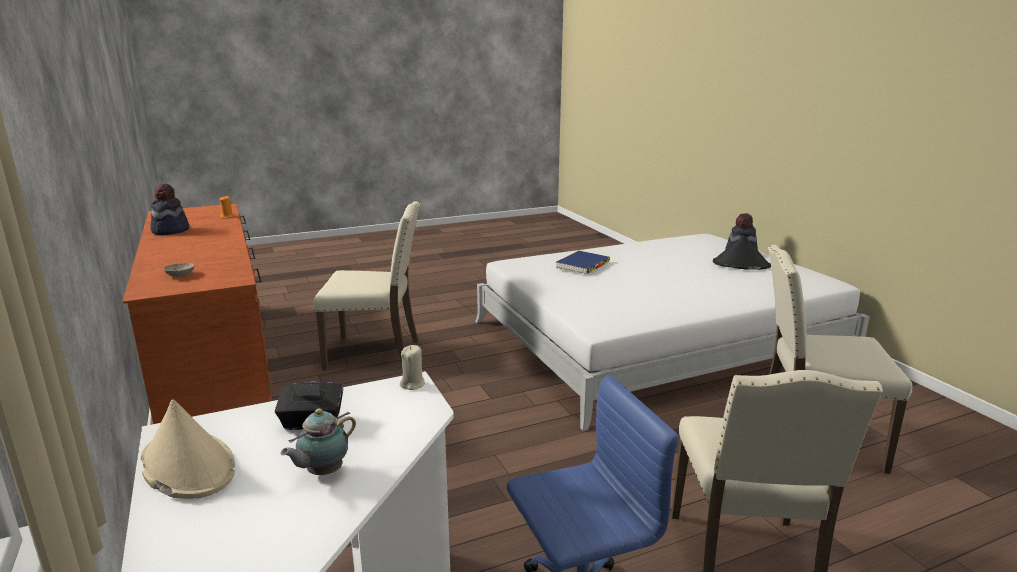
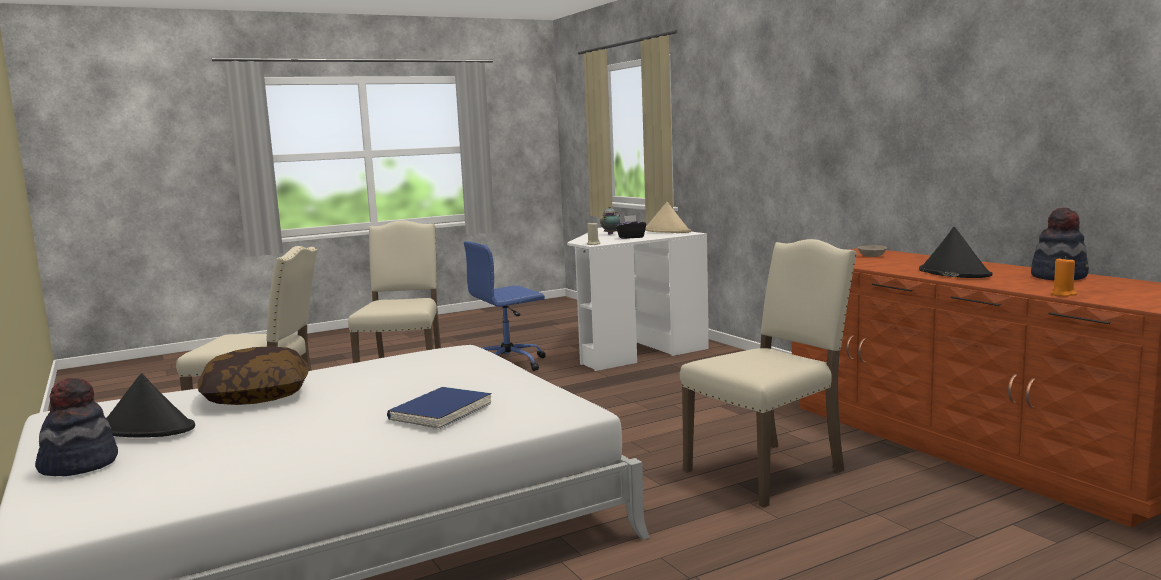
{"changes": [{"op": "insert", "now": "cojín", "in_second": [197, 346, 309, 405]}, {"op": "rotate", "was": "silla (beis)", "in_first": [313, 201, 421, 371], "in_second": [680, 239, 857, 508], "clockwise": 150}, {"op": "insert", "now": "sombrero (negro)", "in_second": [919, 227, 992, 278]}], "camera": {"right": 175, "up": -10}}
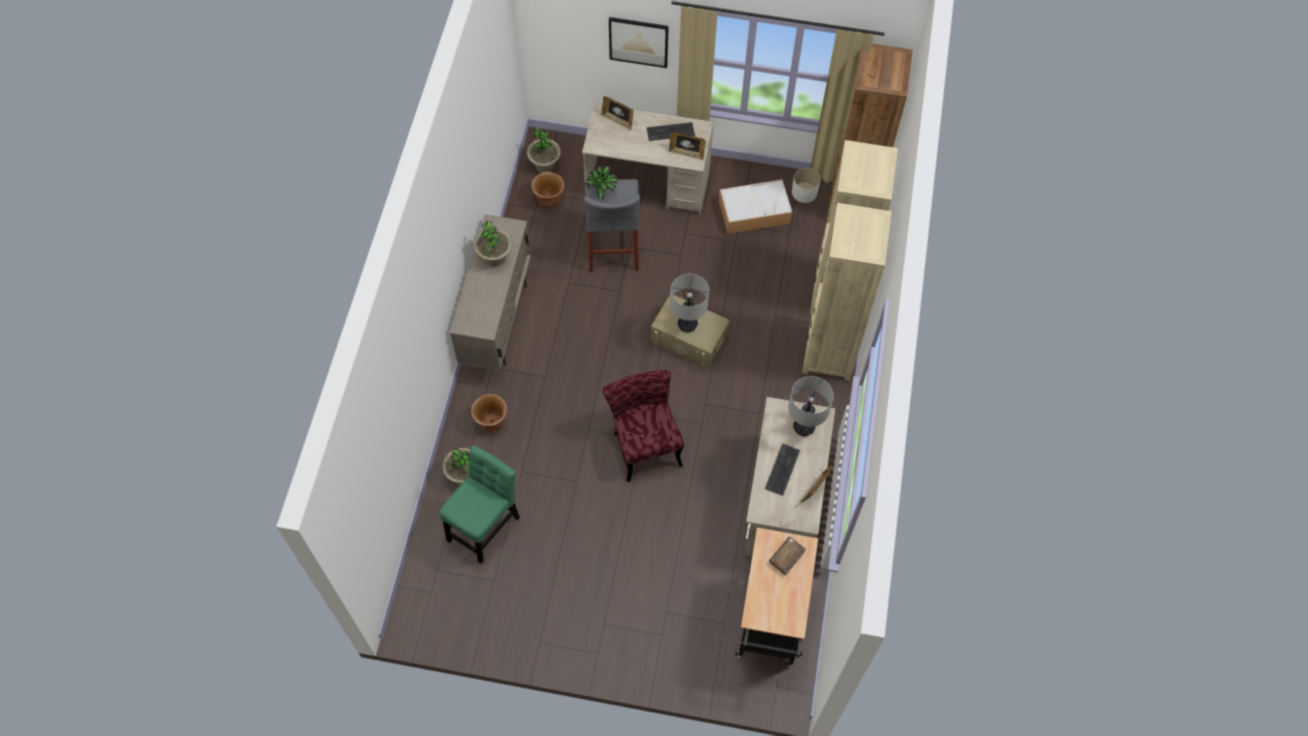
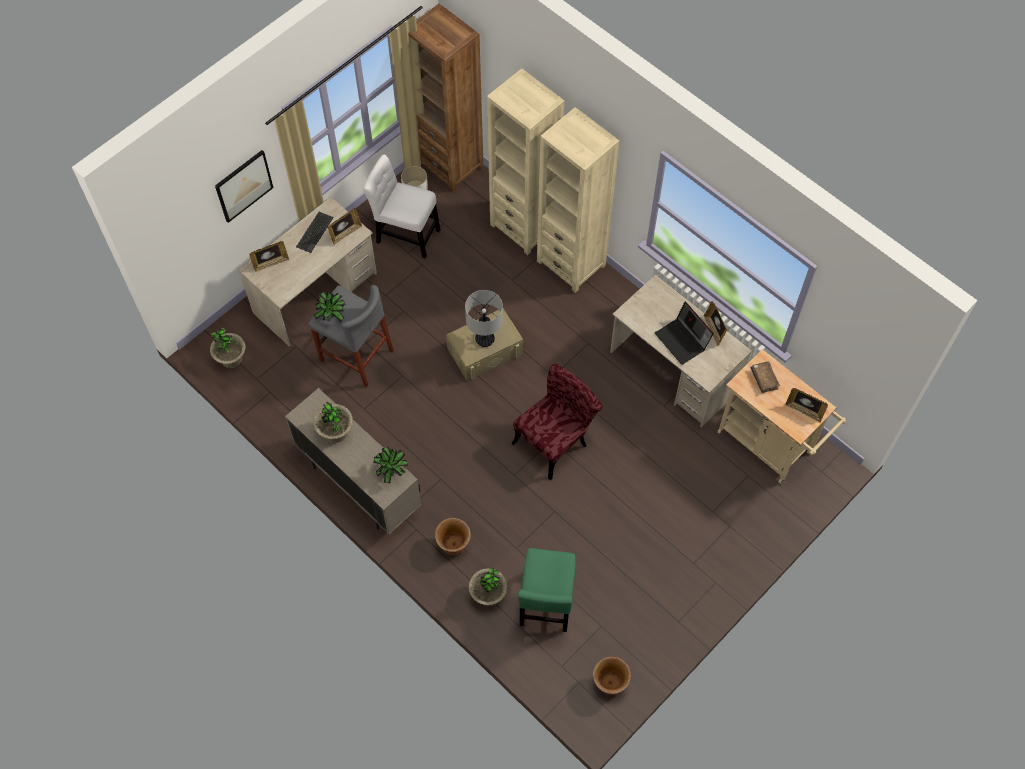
{"changes": [{"op": "replace", "was": "caja de almacenaje", "now": "silla (blanco)", "in_first": [719, 179, 792, 234], "in_second": [363, 154, 440, 259]}, {"op": "insert", "now": "planta en maceta", "in_second": [373, 447, 408, 483]}, {"op": "rotate", "was": "silla (rojo)", "in_first": [602, 370, 684, 482], "in_second": [511, 364, 603, 480], "clockwise": 120}, {"op": "rotate", "was": "silla (verde)", "in_first": [440, 446, 520, 564], "in_second": [517, 548, 576, 632], "clockwise": -150}, {"op": "move", "was": "maceta (marrón)", "in_first": [531, 172, 564, 208], "in_second": [593, 656, 631, 695]}, {"op": "replace", "was": "teclado", "now": "portátil", "in_first": [765, 443, 800, 496], "in_second": [655, 302, 713, 365]}, {"op": "recolor", "was": "carrito (negro)", "now": "carrito (beis)", "in_first": [735, 528, 818, 667], "in_second": [717, 349, 846, 483]}, {"op": "insert", "now": "portarretratos", "in_second": [786, 388, 828, 422]}, {"op": "delete", "was": "lámpara de mesa", "in_first": [788, 376, 834, 437]}], "camera": {"right": -55, "up": 0}}
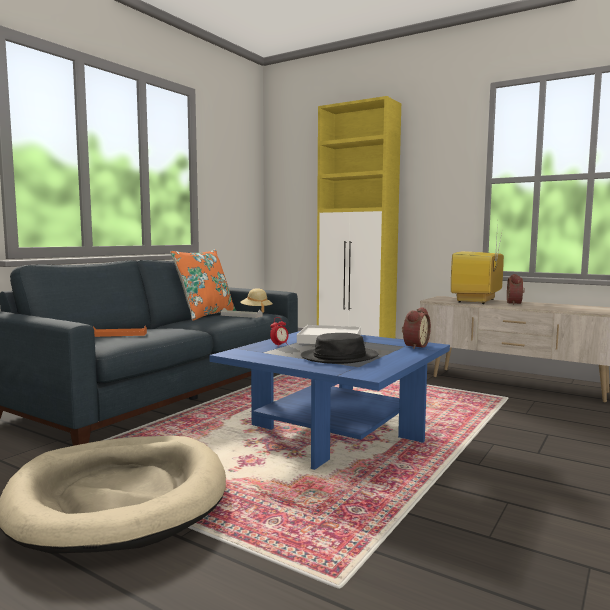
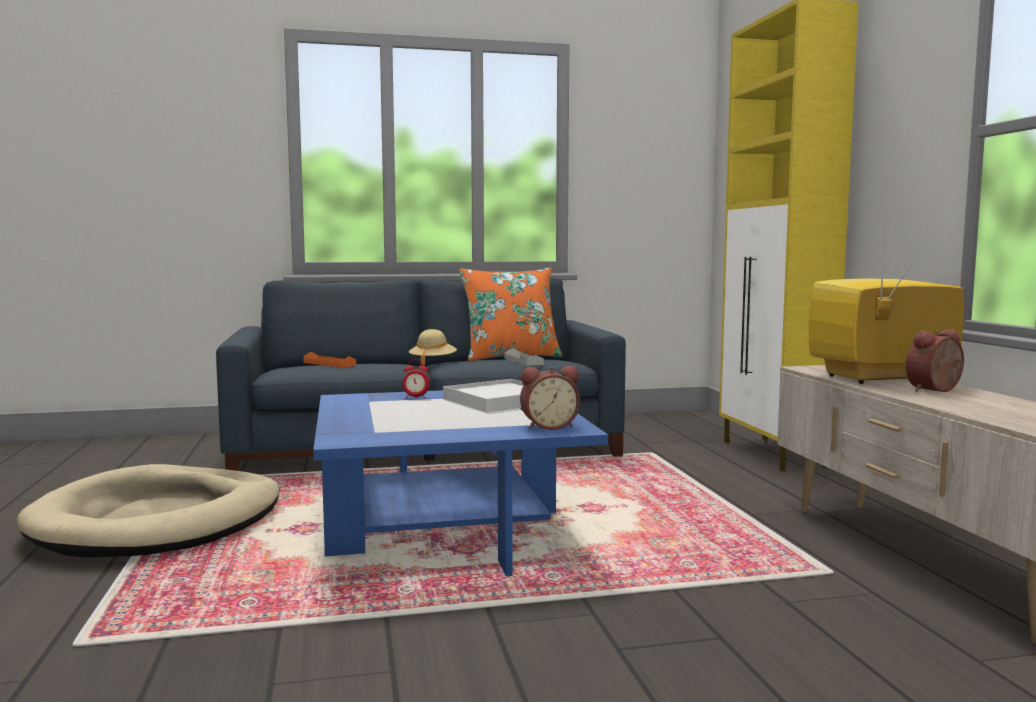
{"changes": [{"op": "move", "was": "sombrero (beis)", "in_first": [240, 288, 273, 313], "in_second": [409, 329, 457, 366]}, {"op": "delete", "was": "sombrero (negro)", "in_first": [301, 333, 378, 364]}], "camera": {"right": 45, "up": 0}}
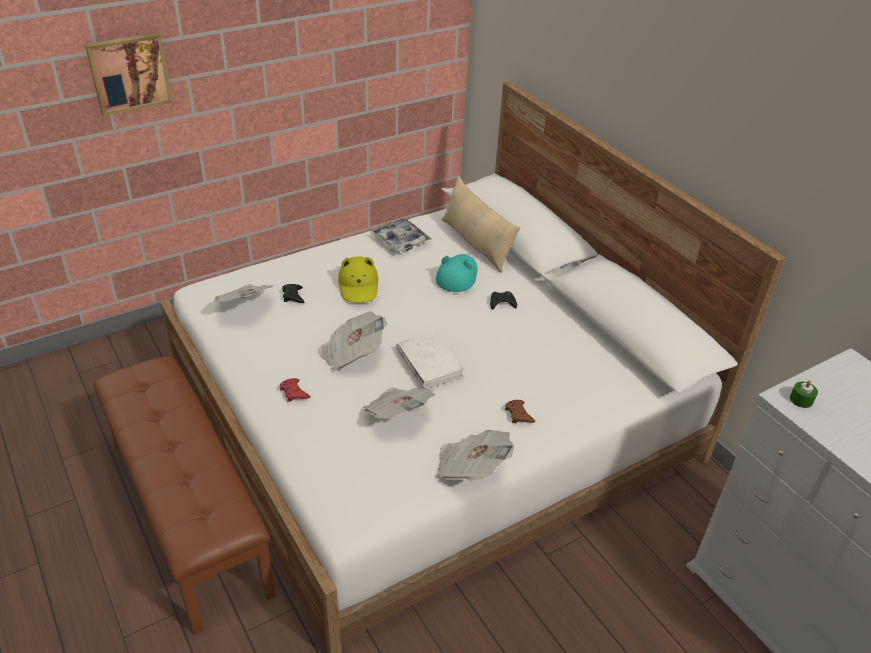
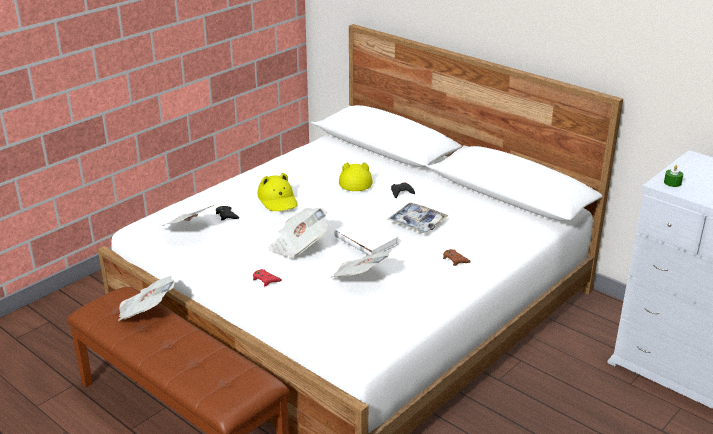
{"changes": [{"op": "move", "was": "periódico", "in_first": [437, 430, 514, 481], "in_second": [118, 276, 175, 321]}, {"op": "recolor", "was": "sombrero (turquesa)", "now": "sombrero (amarillo)", "in_first": [436, 254, 478, 292], "in_second": [339, 162, 373, 191]}, {"op": "move", "was": "bandeja", "in_first": [370, 218, 431, 253], "in_second": [387, 203, 449, 233]}, {"op": "delete", "was": "cuadro", "in_first": [85, 32, 173, 116]}, {"op": "delete", "was": "cojín (beis)", "in_first": [442, 176, 520, 273]}], "camera": {"right": -15, "up": -10}}
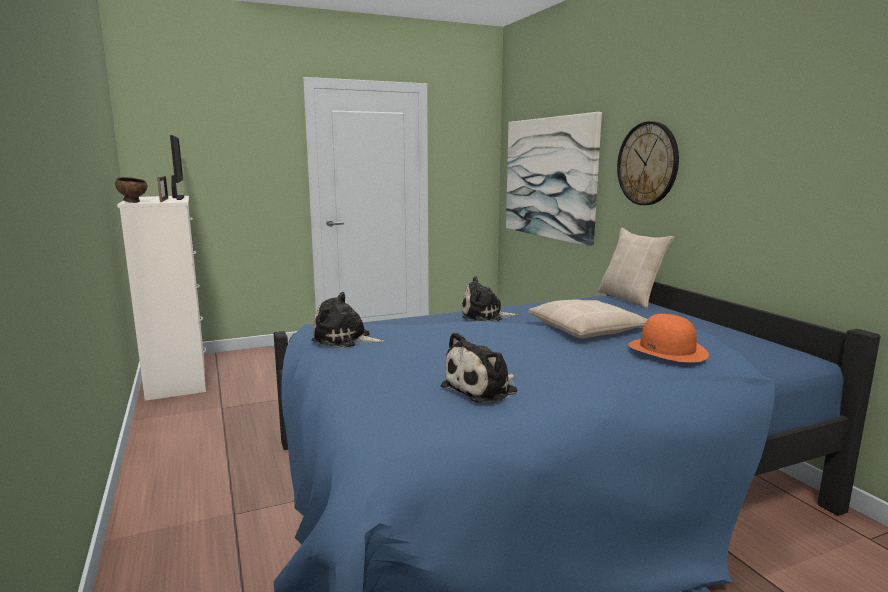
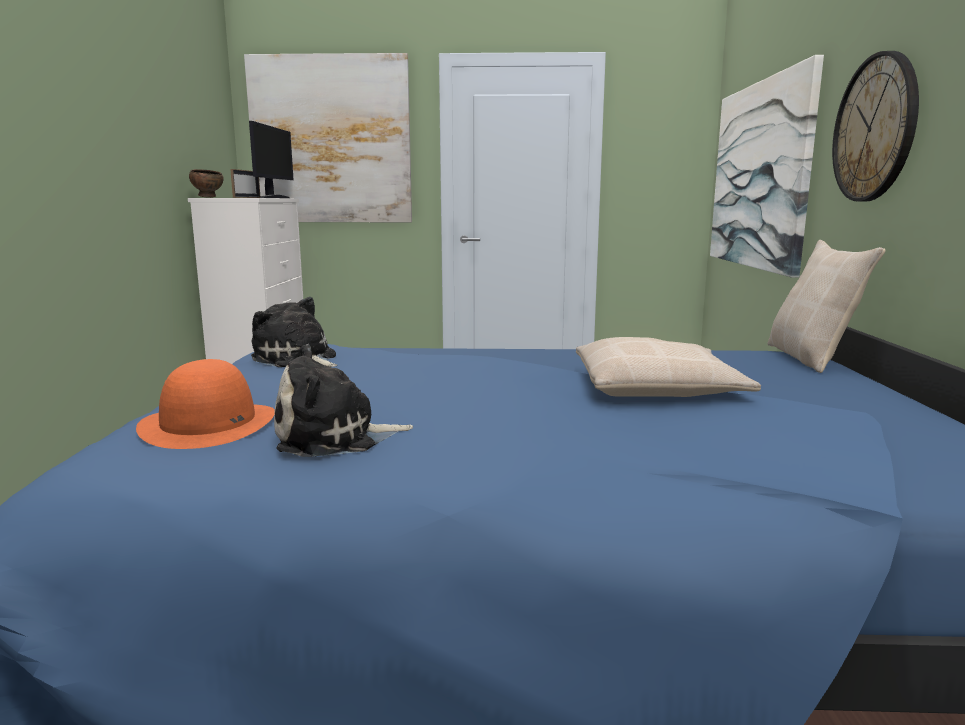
{"changes": [{"op": "move", "was": "sombrero (naranja)", "in_first": [628, 314, 709, 363], "in_second": [136, 359, 275, 449]}, {"op": "insert", "now": "cuadro", "in_second": [244, 53, 412, 222]}, {"op": "delete", "was": "peluche", "in_first": [462, 276, 518, 321]}], "camera": {"right": 25, "up": 0}}
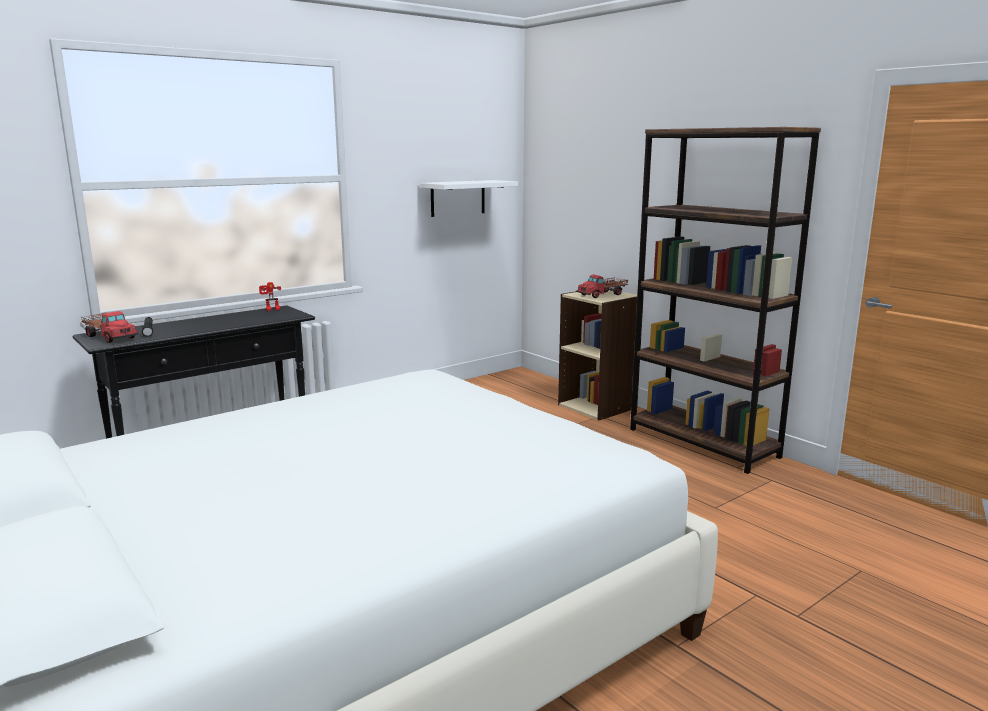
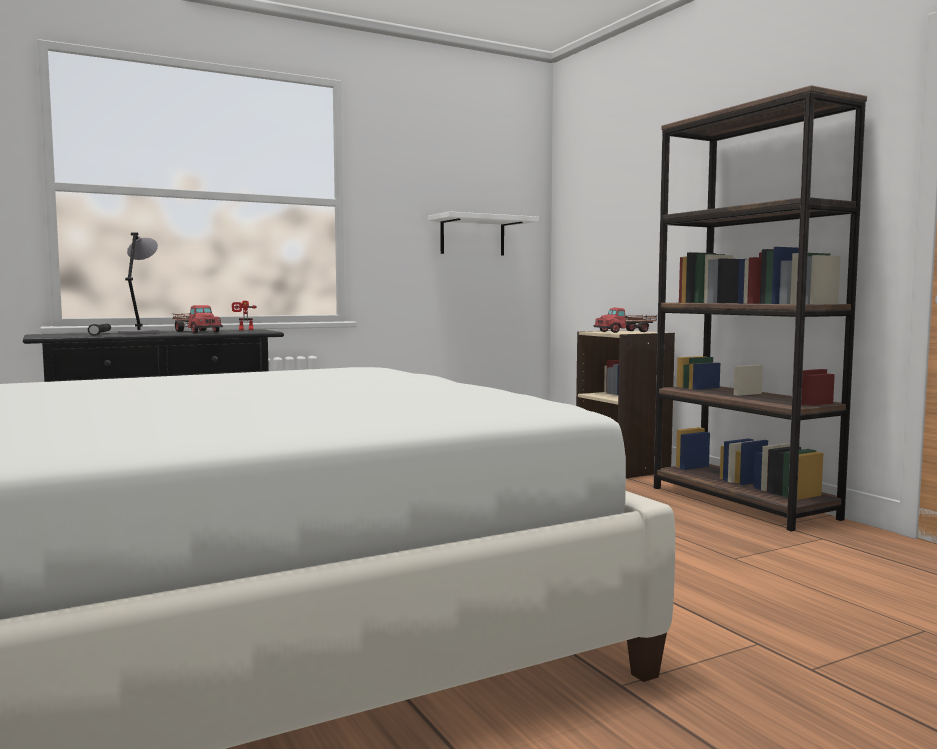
{"changes": [{"op": "insert", "now": "lámpara de mesa (gris)", "in_second": [118, 232, 159, 334]}, {"op": "move", "was": "camión de juguete", "in_first": [81, 311, 139, 343], "in_second": [172, 305, 223, 333]}], "camera": {"right": 10, "up": -10}}
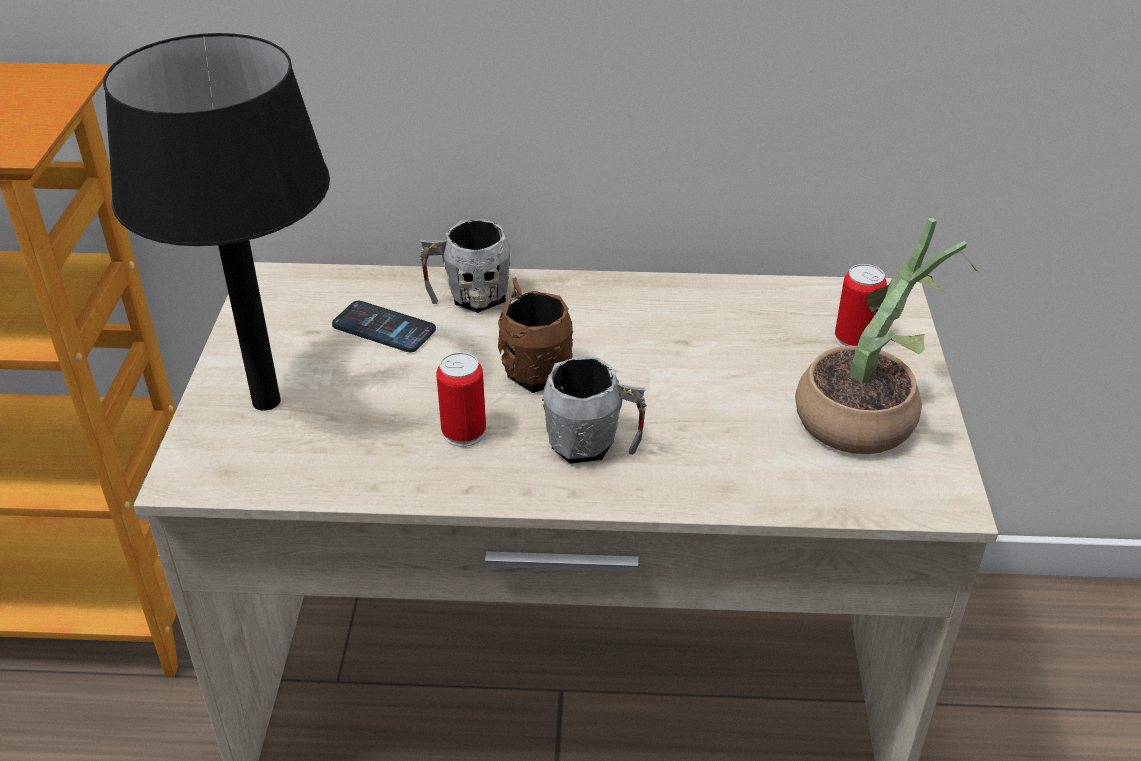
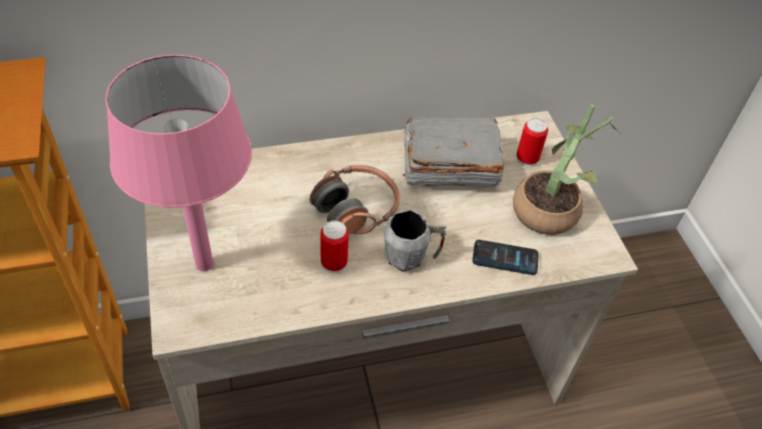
{"changes": [{"op": "recolor", "was": "lámpara de mesa (negro)", "now": "lámpara de mesa (rosa)", "in_first": [103, 33, 330, 411], "in_second": [106, 55, 252, 271]}, {"op": "replace", "was": "taza grande (marrón)", "now": "auriculares", "in_first": [498, 277, 573, 393], "in_second": [310, 165, 400, 234]}, {"op": "insert", "now": "libro (gris)", "in_second": [403, 116, 504, 187]}, {"op": "move", "was": "móvil", "in_first": [332, 301, 436, 352], "in_second": [472, 240, 539, 275]}, {"op": "delete", "was": "taza grande (gris)", "in_first": [420, 219, 511, 313]}], "camera": {"right": -20, "up": 10}}
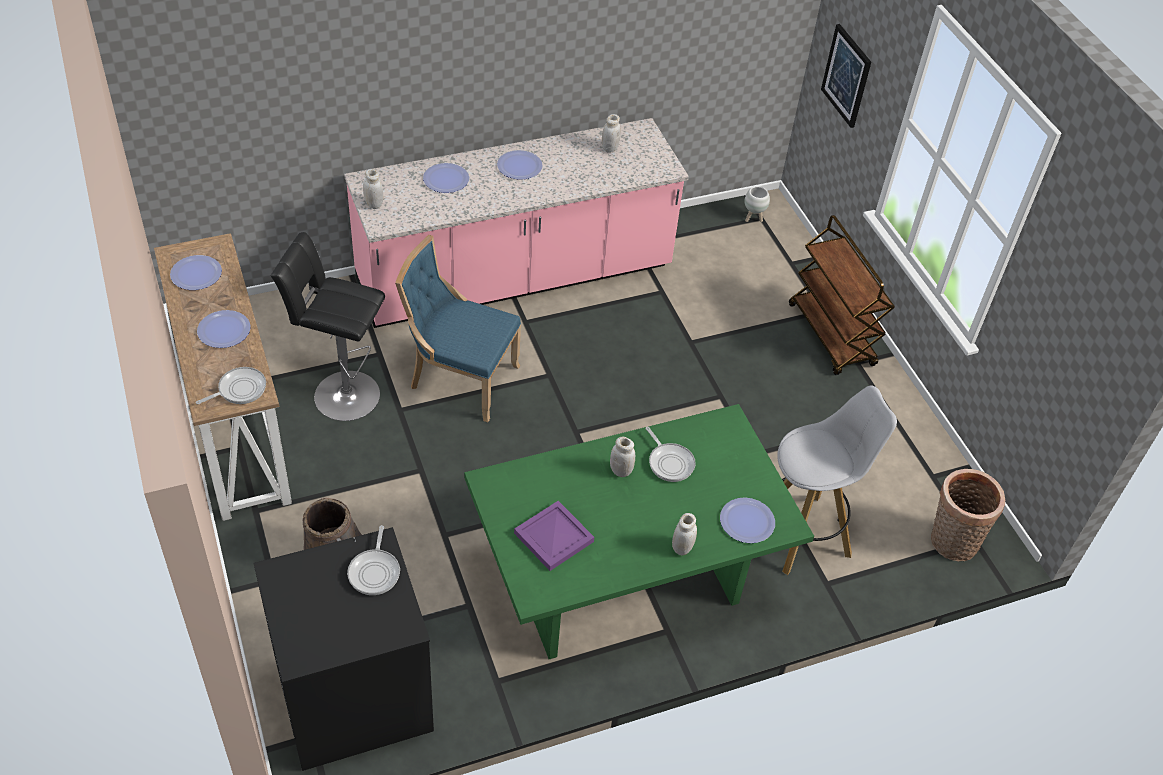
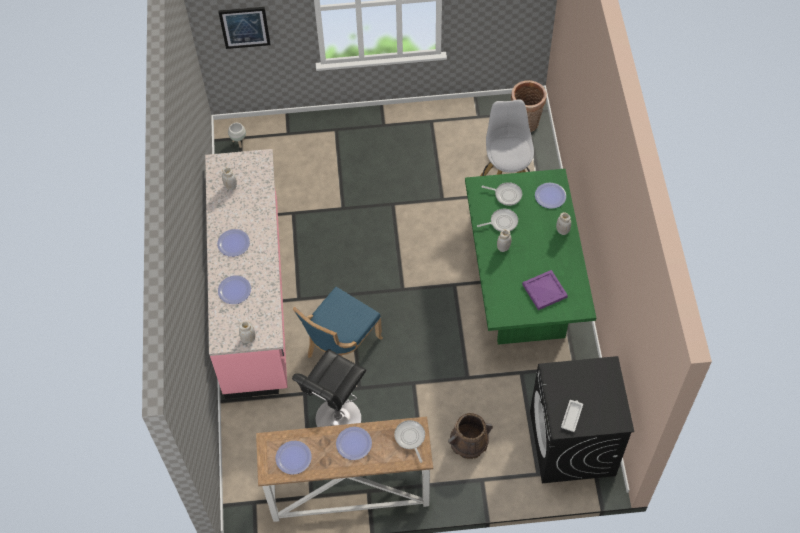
{"changes": [{"op": "move", "was": "sartén", "in_first": [347, 525, 400, 595], "in_second": [481, 182, 522, 206]}, {"op": "insert", "now": "bandeja (blanco)", "in_second": [561, 400, 583, 432]}, {"op": "delete", "was": "carrito (marrón)", "in_first": [789, 215, 895, 375]}], "camera": {"right": -70, "up": 10}}
